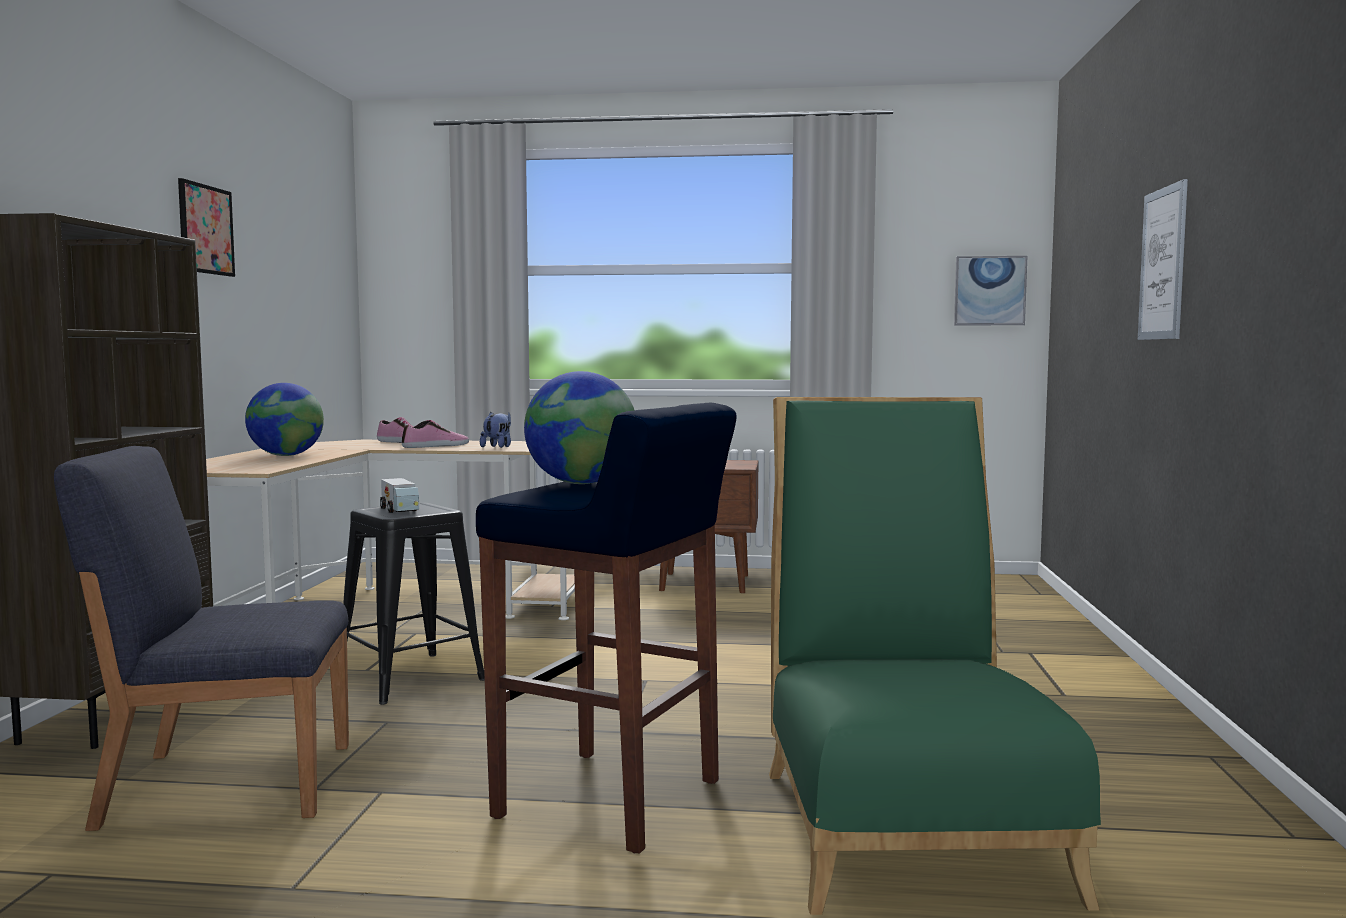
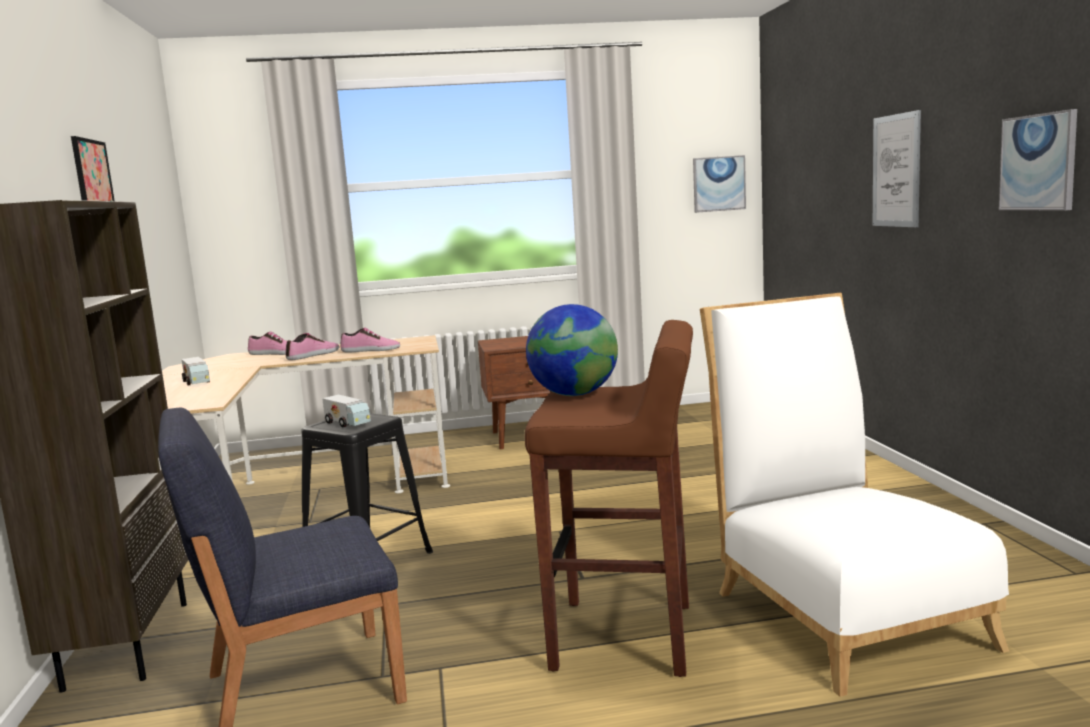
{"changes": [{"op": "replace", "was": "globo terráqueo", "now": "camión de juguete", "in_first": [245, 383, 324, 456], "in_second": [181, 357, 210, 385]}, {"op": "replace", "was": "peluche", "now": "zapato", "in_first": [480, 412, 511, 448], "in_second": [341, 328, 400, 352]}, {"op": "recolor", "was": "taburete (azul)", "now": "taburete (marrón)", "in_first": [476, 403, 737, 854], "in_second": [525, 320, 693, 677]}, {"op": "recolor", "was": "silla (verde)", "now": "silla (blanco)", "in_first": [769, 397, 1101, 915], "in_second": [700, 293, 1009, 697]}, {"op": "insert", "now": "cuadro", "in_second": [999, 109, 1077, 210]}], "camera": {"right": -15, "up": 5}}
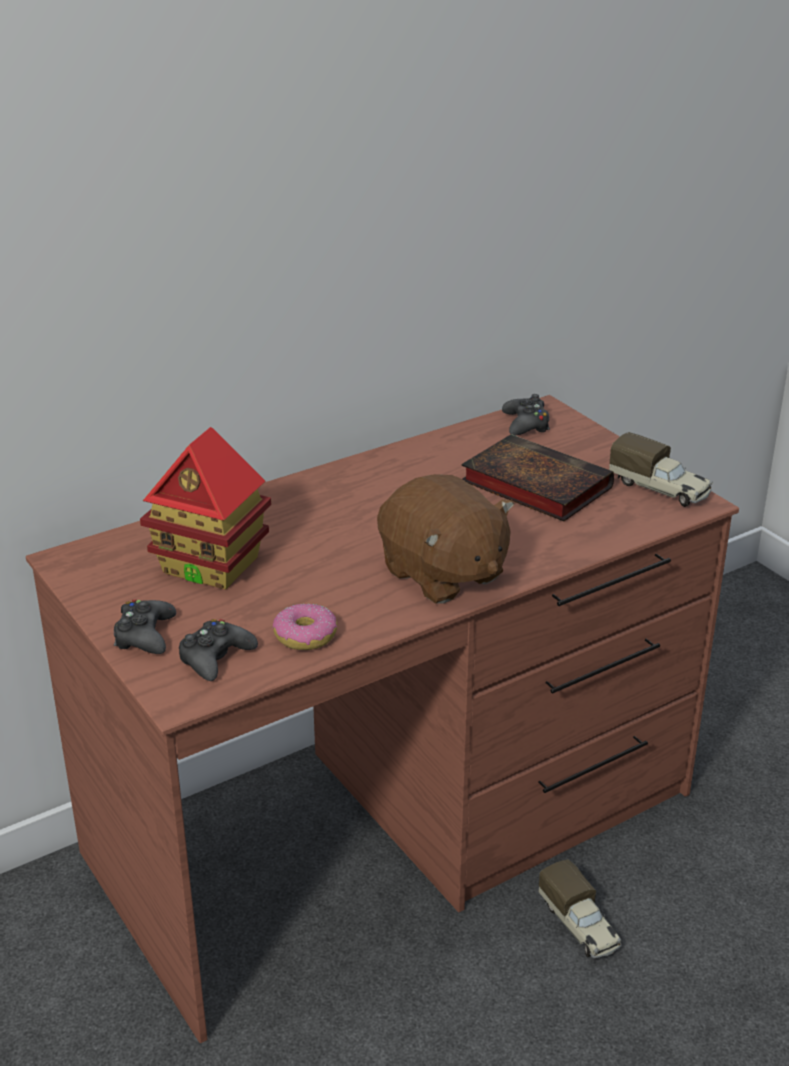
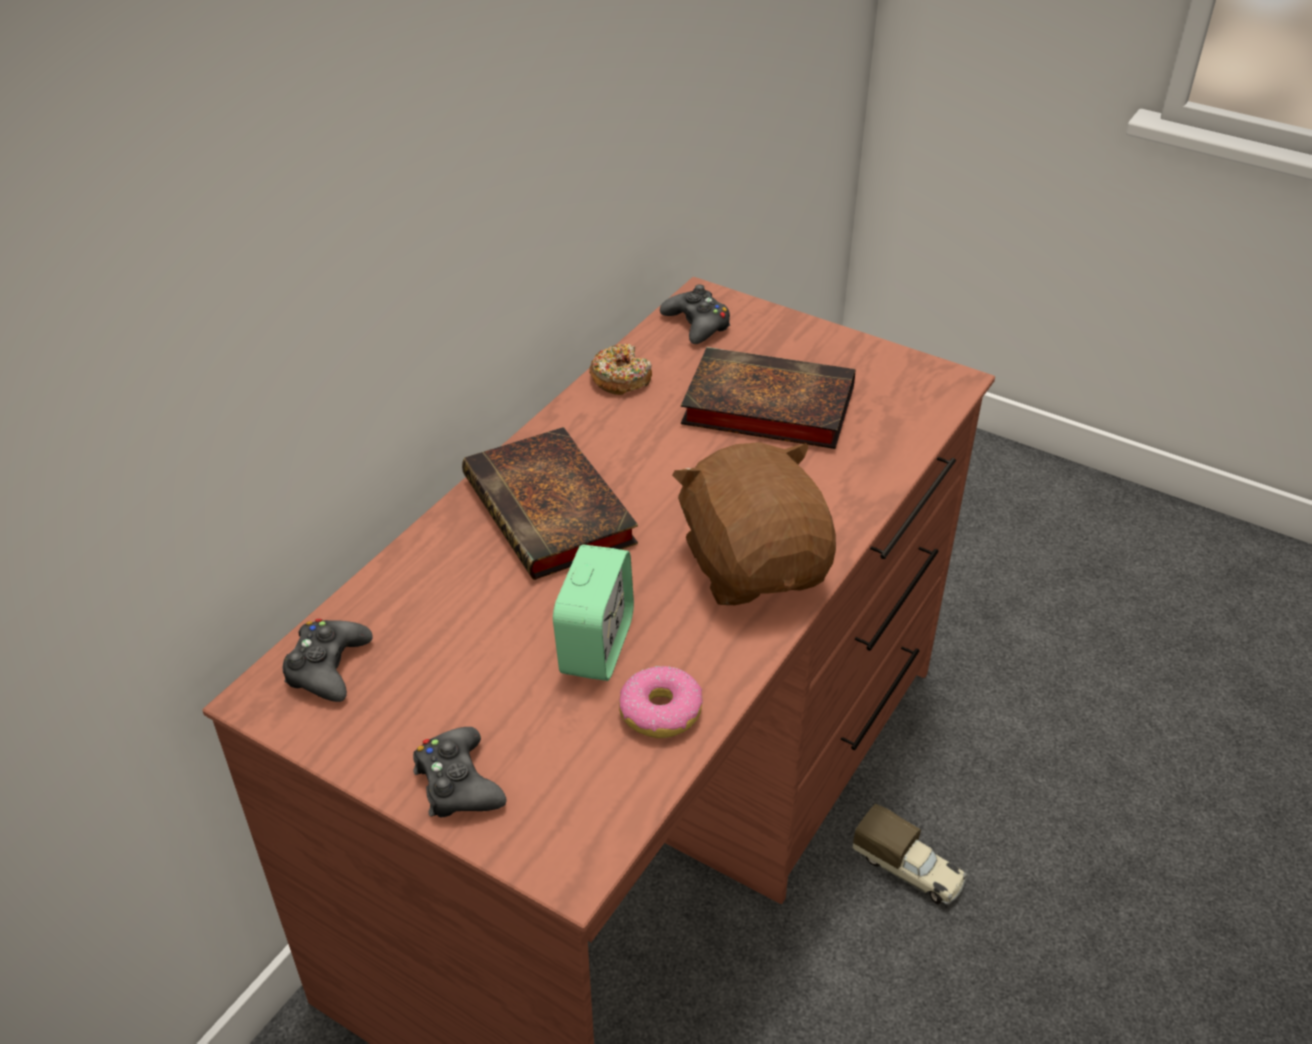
{"changes": [{"op": "move", "was": "mando de consola (negro)", "in_first": [179, 619, 258, 681], "in_second": [283, 619, 373, 702]}, {"op": "insert", "now": "libro", "in_second": [462, 427, 638, 580]}, {"op": "insert", "now": "despertador", "in_second": [553, 545, 634, 681]}, {"op": "insert", "now": "rosquilla", "in_second": [589, 344, 652, 395]}, {"op": "rotate", "was": "peluche (marrón)", "in_first": [377, 474, 514, 604], "in_second": [672, 442, 836, 605], "clockwise": -135}, {"op": "delete", "was": "casita", "in_first": [140, 427, 271, 590]}, {"op": "delete", "was": "camión de juguete", "in_first": [609, 432, 712, 507]}], "camera": {"right": -25, "up": 10}}
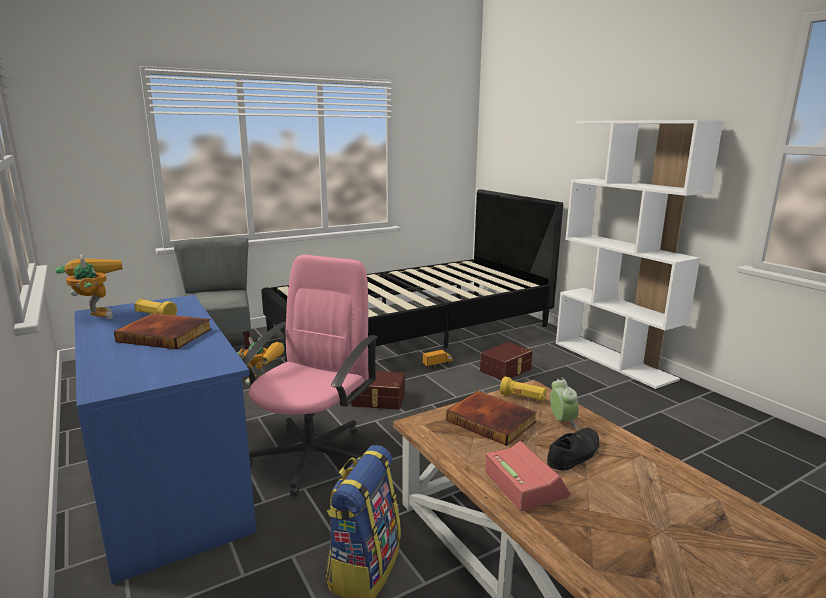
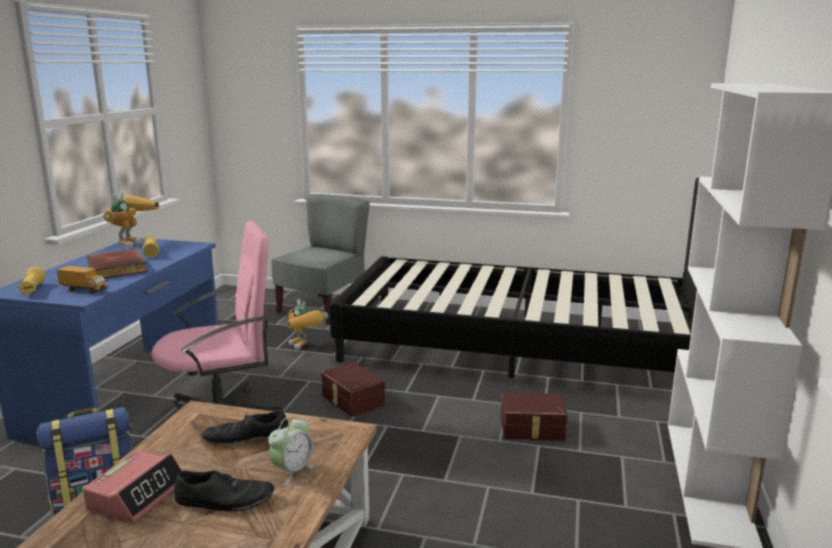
{"changes": [{"op": "move", "was": "linterna (amarillo)", "in_first": [500, 377, 546, 401], "in_second": [19, 267, 46, 294]}, {"op": "move", "was": "camión de juguete", "in_first": [423, 350, 453, 368], "in_second": [57, 266, 108, 294]}, {"op": "replace", "was": "libro", "now": "zapato (negro)", "in_first": [446, 391, 537, 446], "in_second": [202, 410, 288, 447]}], "camera": {"right": 45, "up": 0}}
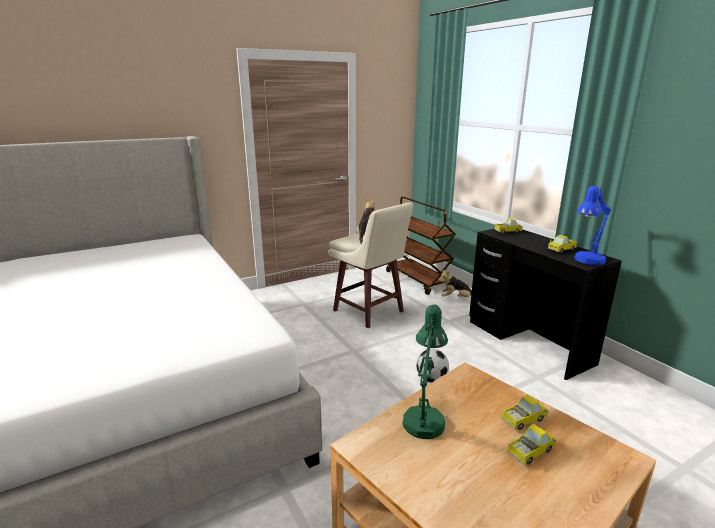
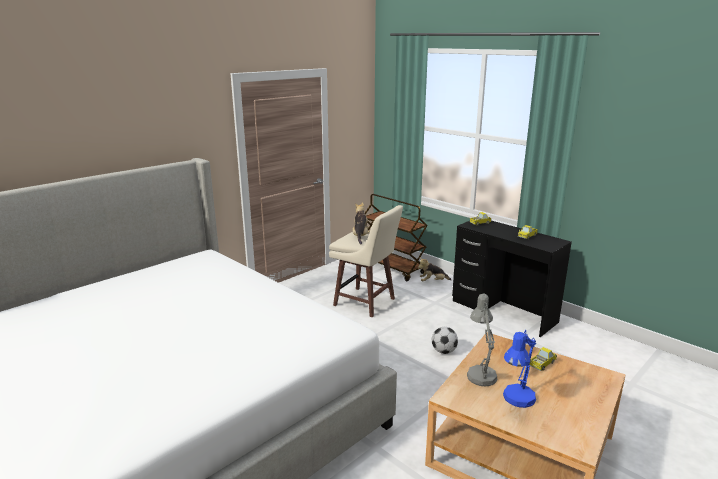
{"changes": [{"op": "recolor", "was": "lámpara de mesa (verde)", "now": "lámpara de mesa (gris)", "in_first": [402, 304, 448, 439], "in_second": [467, 293, 497, 386]}, {"op": "move", "was": "lámpara de mesa (azul)", "in_first": [575, 186, 611, 265], "in_second": [503, 330, 536, 408]}, {"op": "delete", "was": "camión de juguete", "in_first": [507, 424, 557, 466]}], "camera": {"right": -15, "up": 0}}
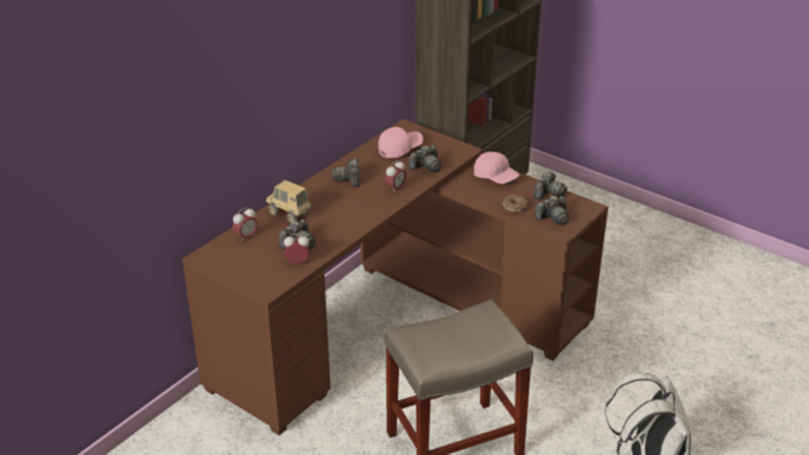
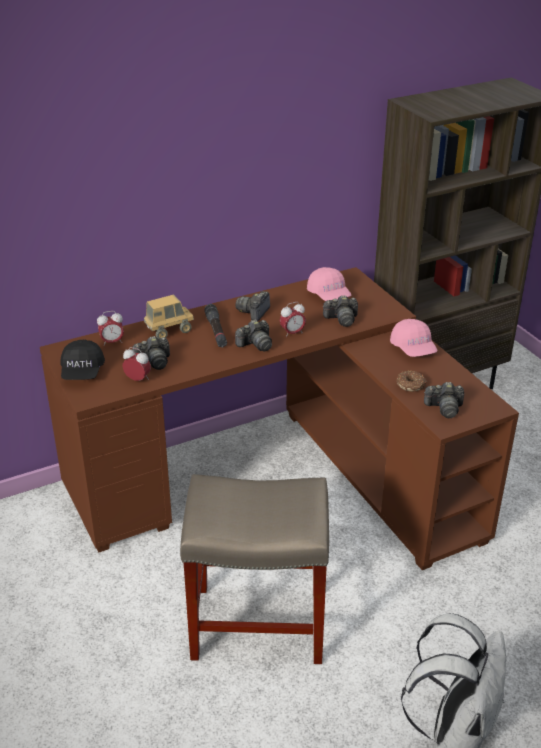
{"changes": [{"op": "insert", "now": "gorra (negro)", "in_second": [60, 340, 105, 380]}, {"op": "rotate", "was": "camión de juguete", "in_first": [266, 180, 311, 223], "in_second": [144, 295, 194, 339], "clockwise": 90}, {"op": "insert", "now": "linterna (negro)", "in_second": [204, 304, 227, 348]}, {"op": "move", "was": "cámara", "in_first": [533, 171, 567, 199], "in_second": [235, 319, 272, 351]}, {"op": "rotate", "was": "gorra (rosa)", "in_first": [378, 127, 423, 159], "in_second": [307, 267, 351, 301], "clockwise": 75}], "camera": {"right": 25, "up": 0}}
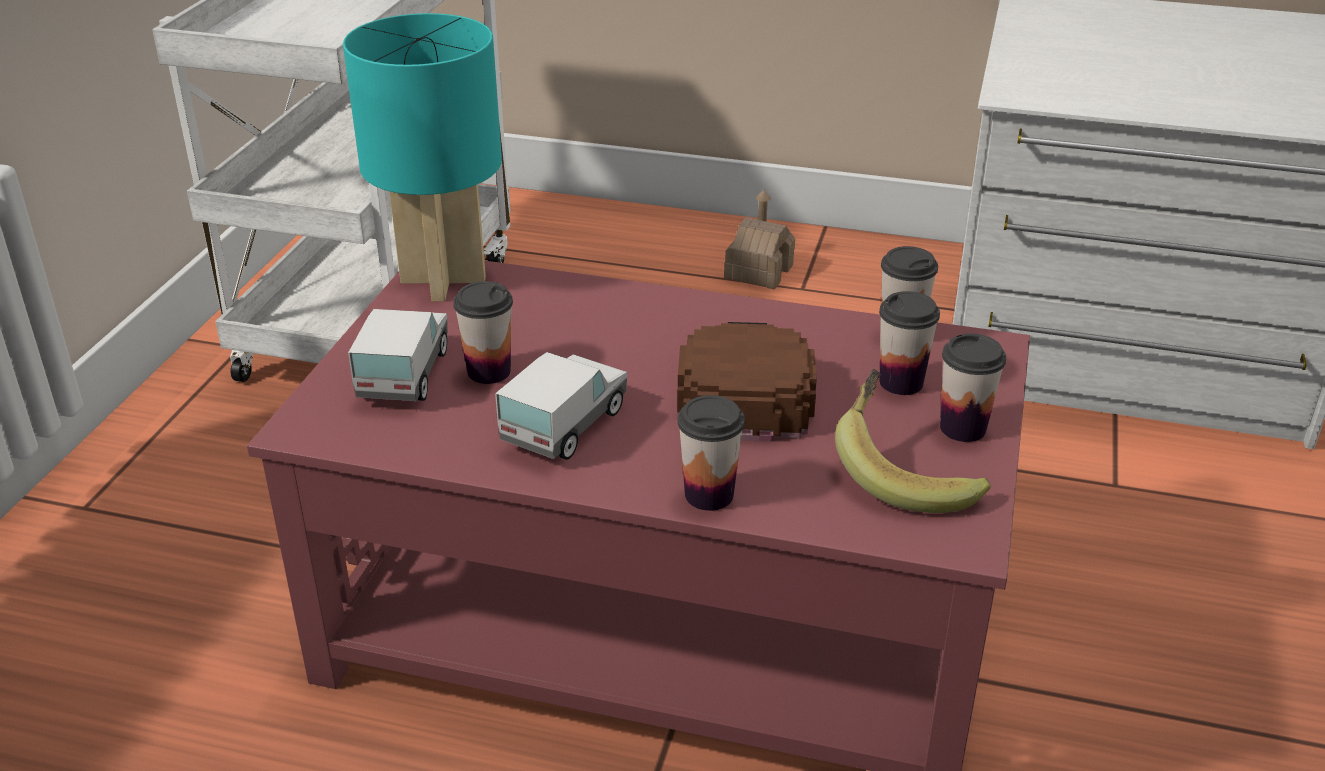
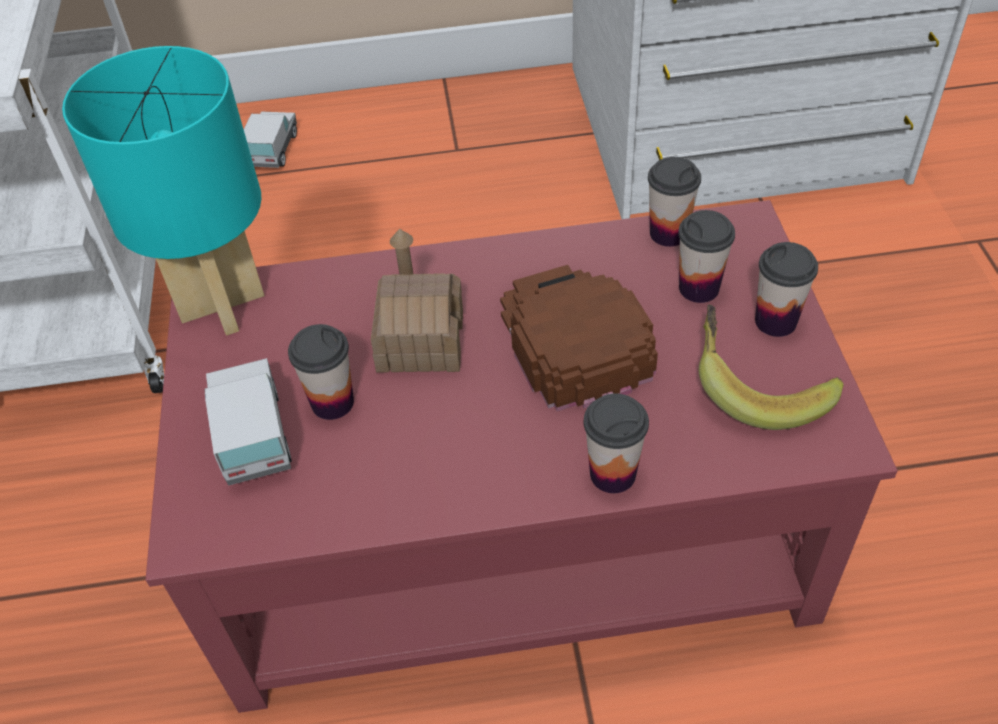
{"changes": [{"op": "move", "was": "camión de juguete", "in_first": [495, 352, 627, 460], "in_second": [244, 112, 297, 168]}, {"op": "move", "was": "casita", "in_first": [724, 189, 795, 289], "in_second": [371, 229, 463, 373]}], "camera": {"right": -20, "up": 15}}
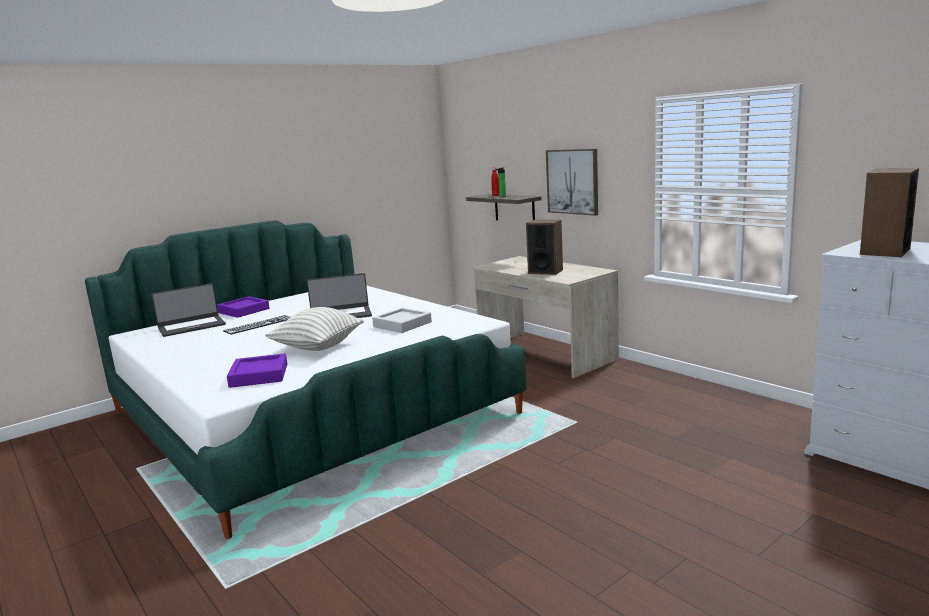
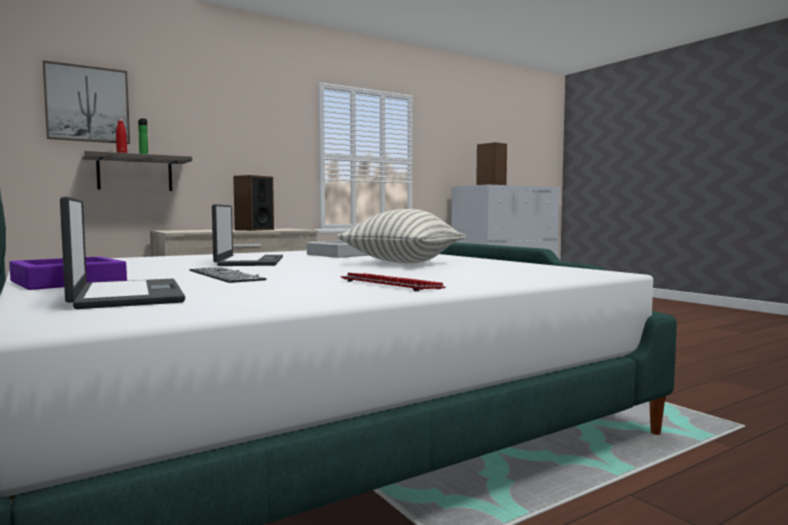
{"changes": [{"op": "move", "was": "cuadro", "in_first": [546, 149, 598, 216], "in_second": [43, 60, 130, 144]}, {"op": "insert", "now": "teclado", "in_second": [340, 273, 445, 291]}, {"op": "delete", "was": "bandeja (morado)", "in_first": [227, 353, 287, 388]}], "camera": {"right": -85, "up": -10}}
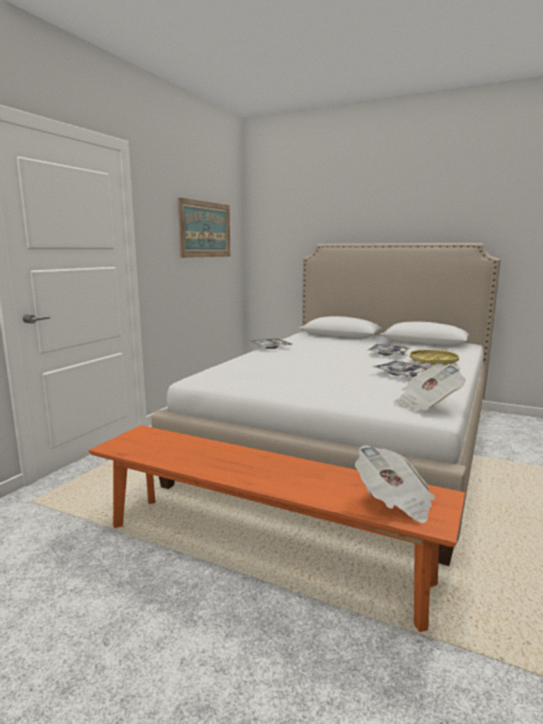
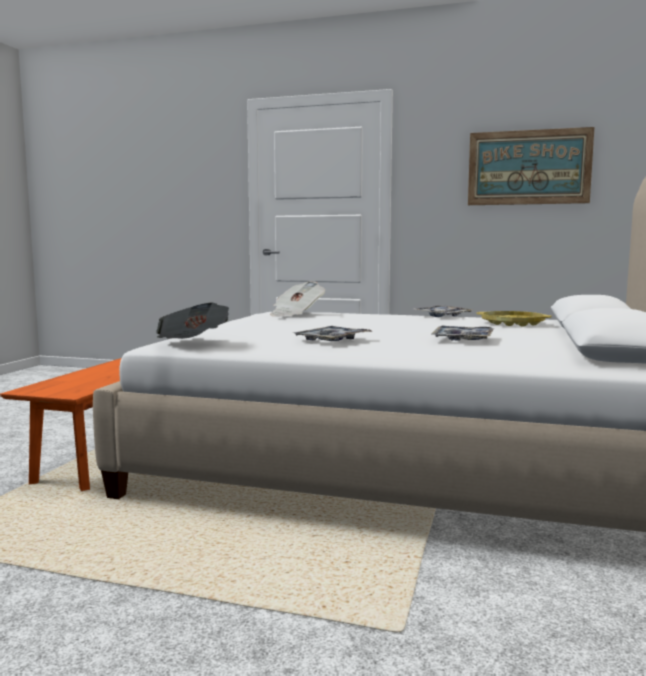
{"changes": [{"op": "move", "was": "periódico", "in_first": [355, 445, 435, 523], "in_second": [270, 281, 325, 317]}, {"op": "move", "was": "bandeja (amarillo)", "in_first": [410, 350, 459, 366], "in_second": [476, 311, 552, 327]}], "camera": {"right": 80, "up": -5}}
